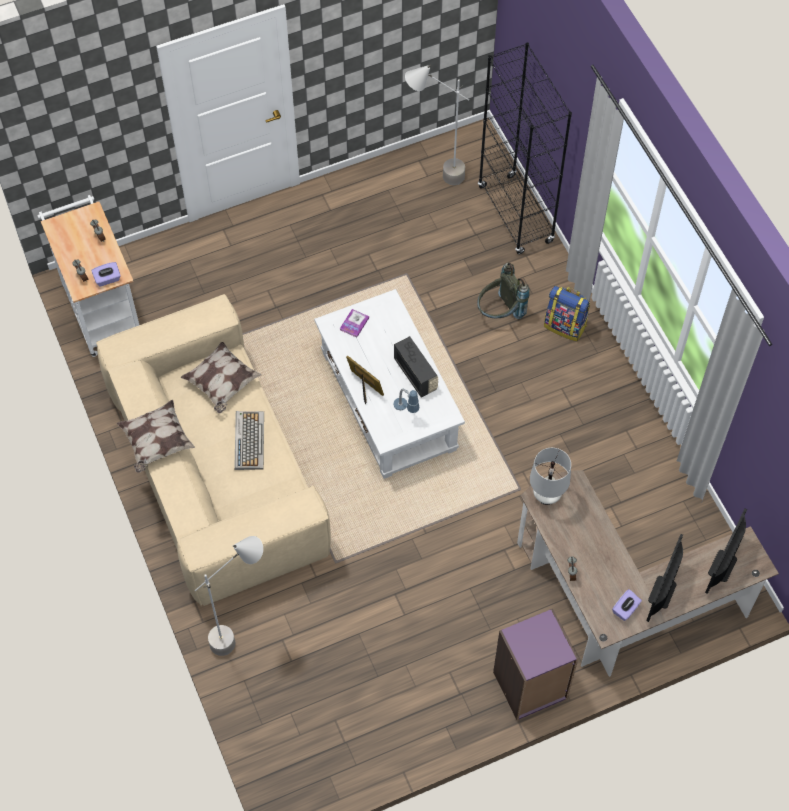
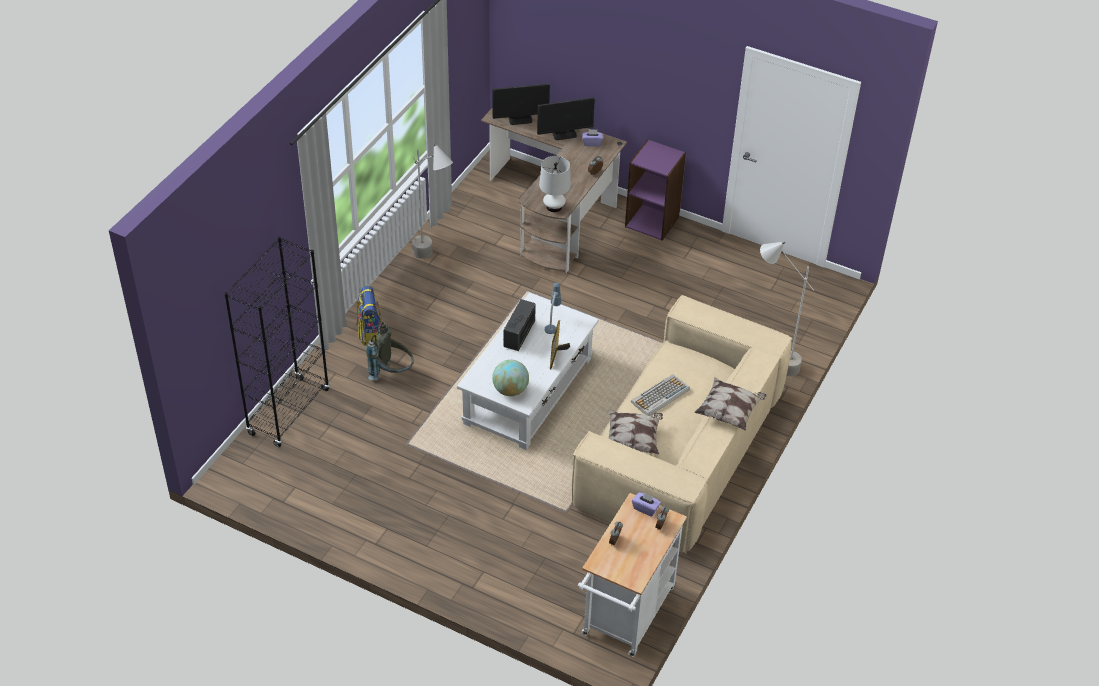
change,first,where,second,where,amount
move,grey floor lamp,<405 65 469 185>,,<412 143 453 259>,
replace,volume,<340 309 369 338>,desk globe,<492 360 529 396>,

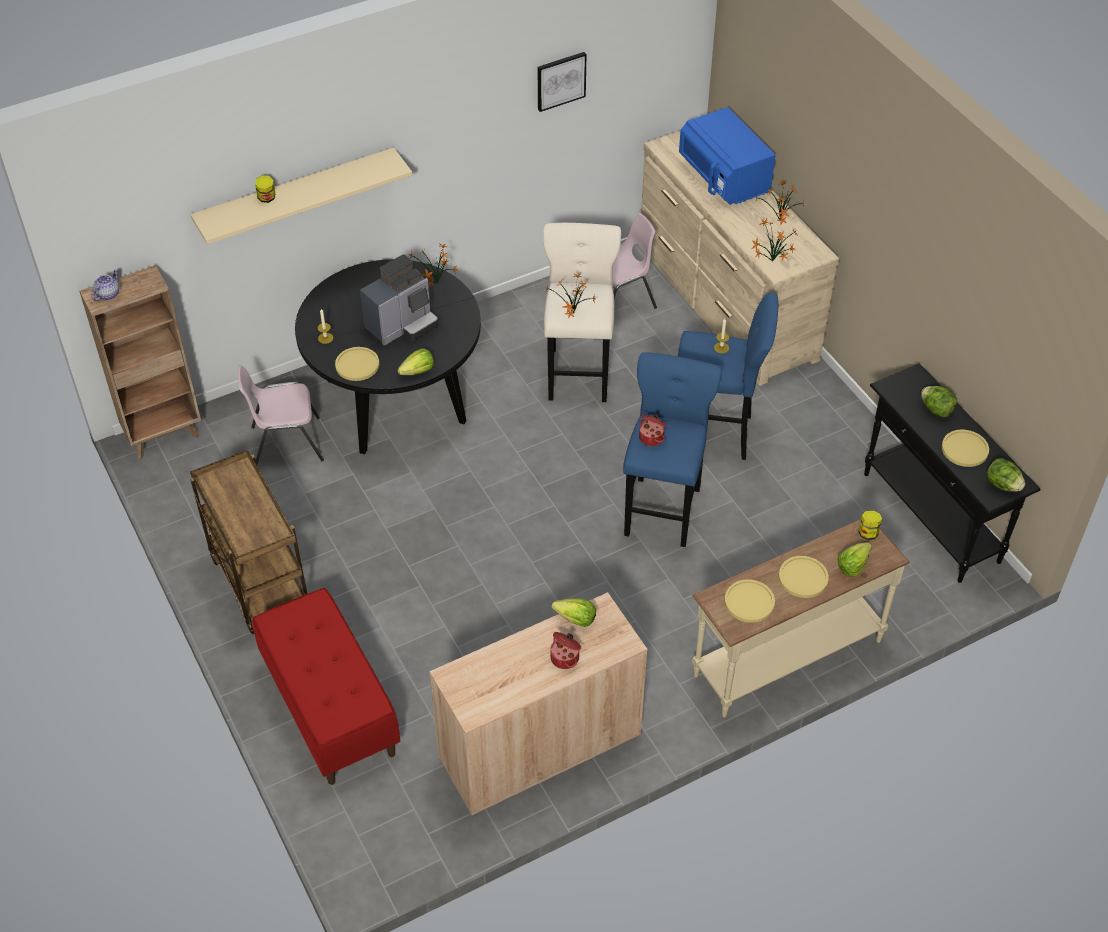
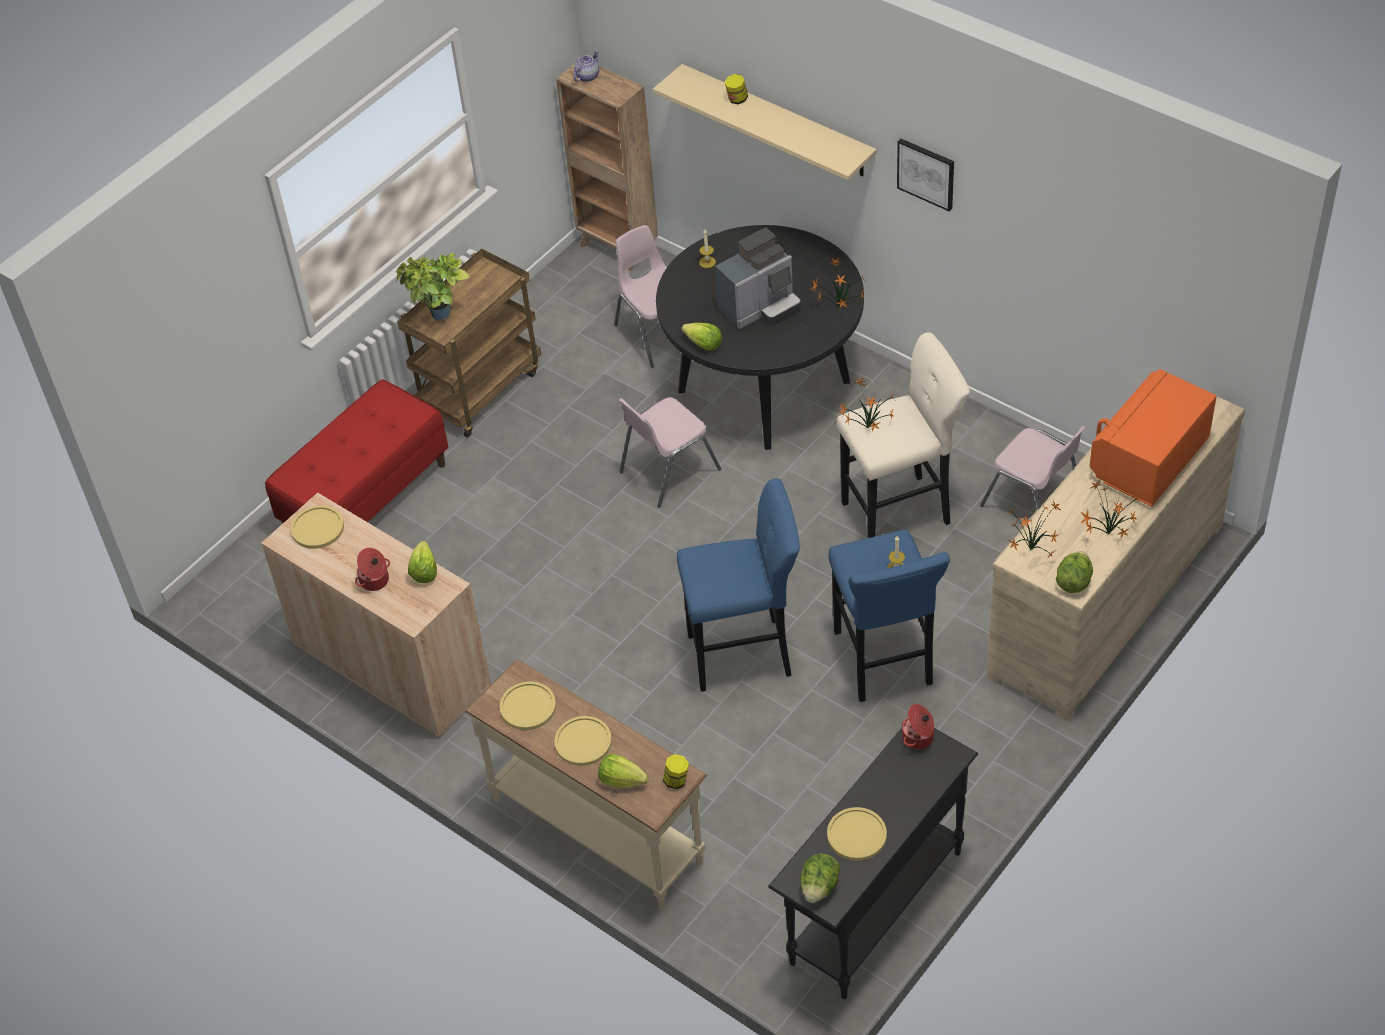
change,first,where,second,where,amount
insert,,,houseplant,<396 253 469 320>,
insert,,,pinkish chair,<619 397 721 508>,
move,yellow flat dish,<335 347 379 381>,,<291 505 344 549>,
move,wall art,<538 52 587 112>,,<897 138 954 211>,
move,cooking pot,<639 413 667 446>,,<902 704 934 749>,
move,head of lettuce,<921 386 957 418>,,<1056 551 1093 593>,
recolor,bluish microwave oven,<679 107 776 205>,orange-coloured microwave oven,<1090 369 1217 507>,
rotate,pot for tea,<92 269 119 301>,,<573 50 599 82>,60 degrees counterclockwise
rotate,coffee maker,<360 254 438 345>,,<715 227 801 329>,60 degrees counterclockwise

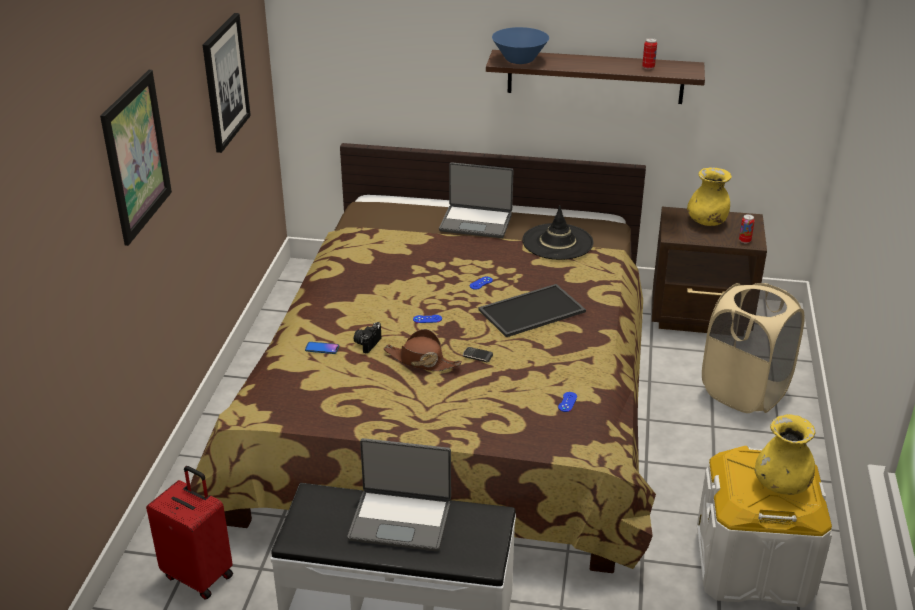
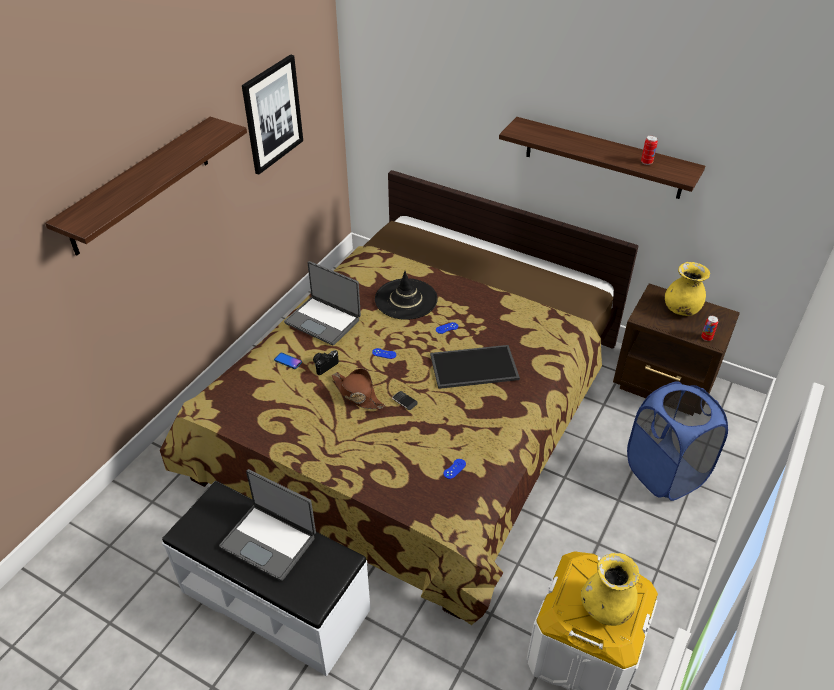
change,first,where,second,where,amount
delete,reddish travel case,<146 466 233 600>,,,
delete,bluish deep dish,<492 27 549 64>,,,
move,portable computer,<439 162 514 238>,,<284 261 361 346>,
move,black-coloured clothing hat,<522 206 594 260>,,<375 271 438 320>,
replace,wall art,<100 70 172 246>,bracket shelf,<45 117 247 256>,
recolor,beige-coloured washing basket,<702 283 804 413>,bluish washing basket,<627 381 728 501>,

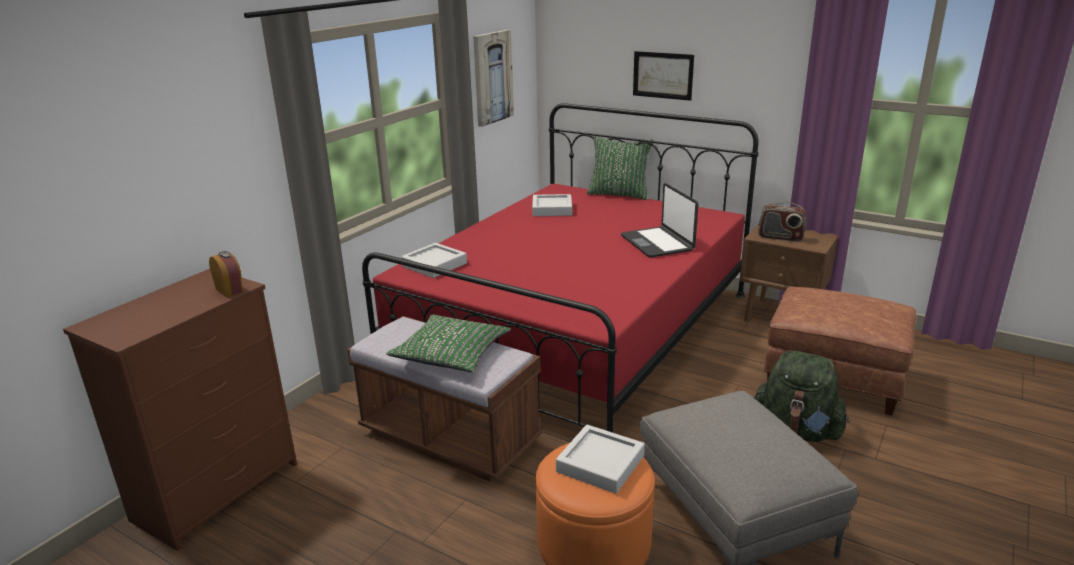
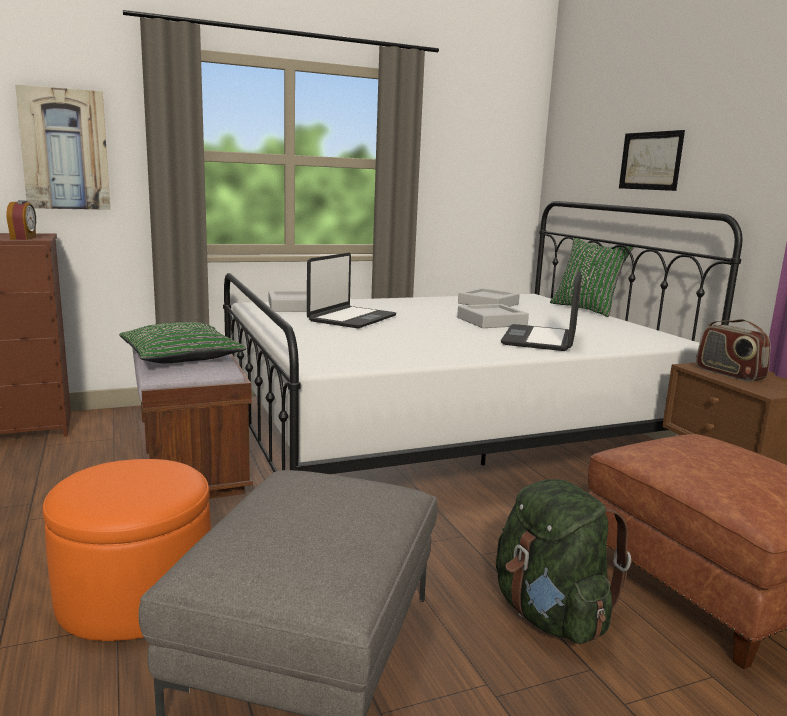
change,first,where,second,where,amount
insert,,,portable computer,<307 253 396 329>,
move,wall art,<473 30 514 127>,,<15 85 110 210>,
move,grey tray,<556 425 645 494>,,<457 304 529 328>,
recolor,reddish bed,<362 103 758 433>,white-coloured bed,<223 201 743 474>,

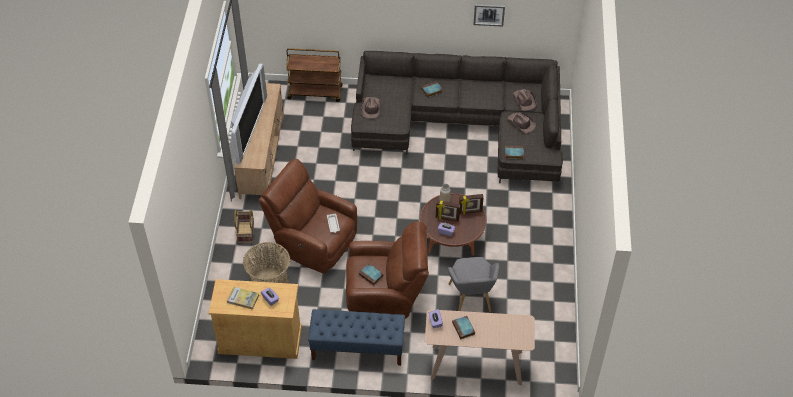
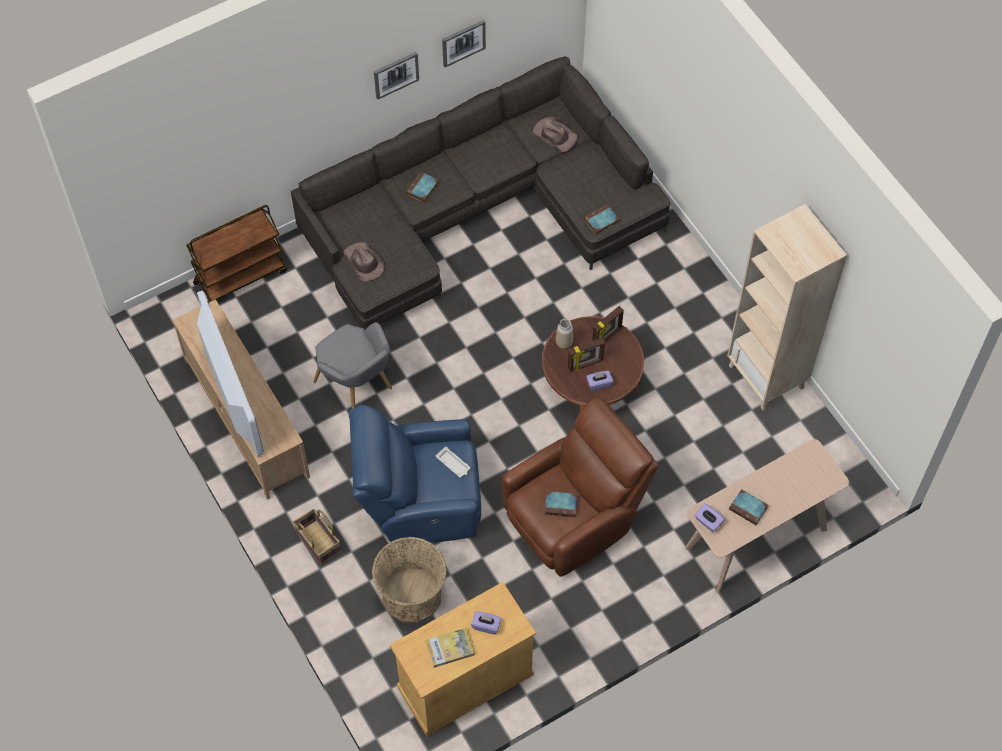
change,first,where,second,where,amount
delete,bluish long seat,<308 309 405 366>,,,
delete,brown clothing hat,<507 112 536 134>,,,
insert,,,wall art,<374 52 419 99>,
insert,,,beige-coloured bookcase,<727 204 847 411>,
move,grey lounge chair,<448 257 500 313>,,<314 322 392 409>,
recolor,brown lounge chair,<259 159 357 274>,bluish lounge chair,<349 404 481 544>,

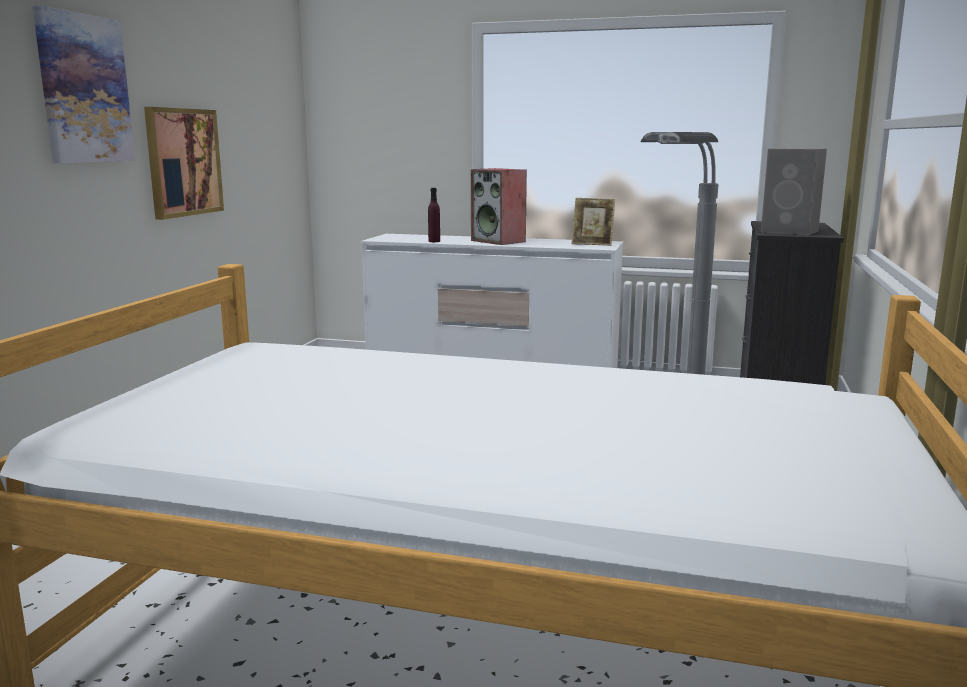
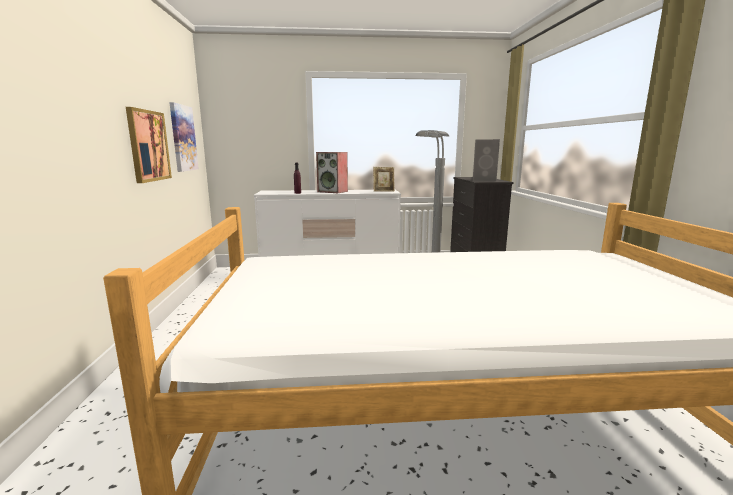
change,first,where,second,where,amount
move,wall art,<32 5 135 164>,,<169 102 199 172>,

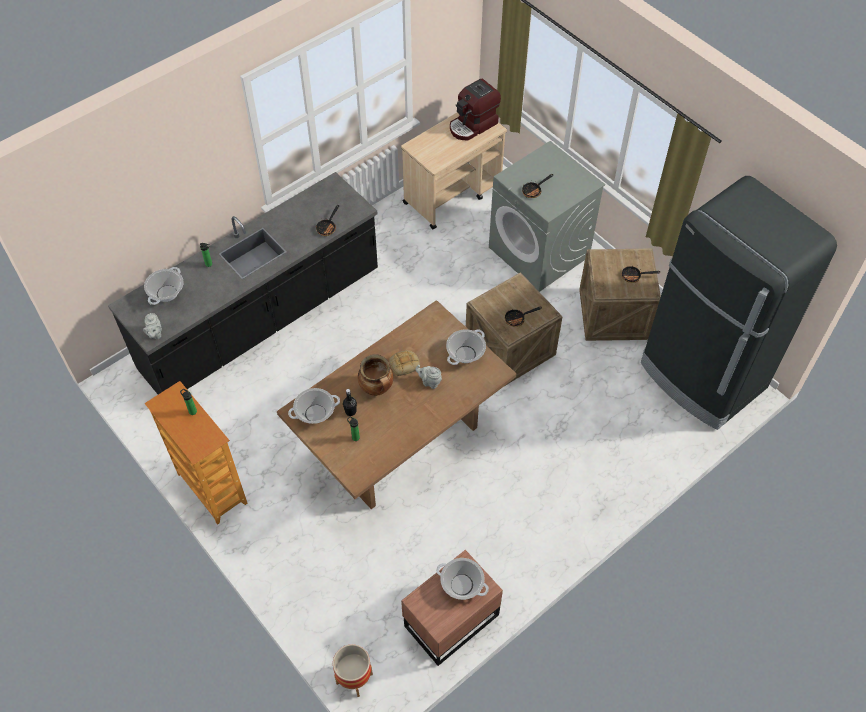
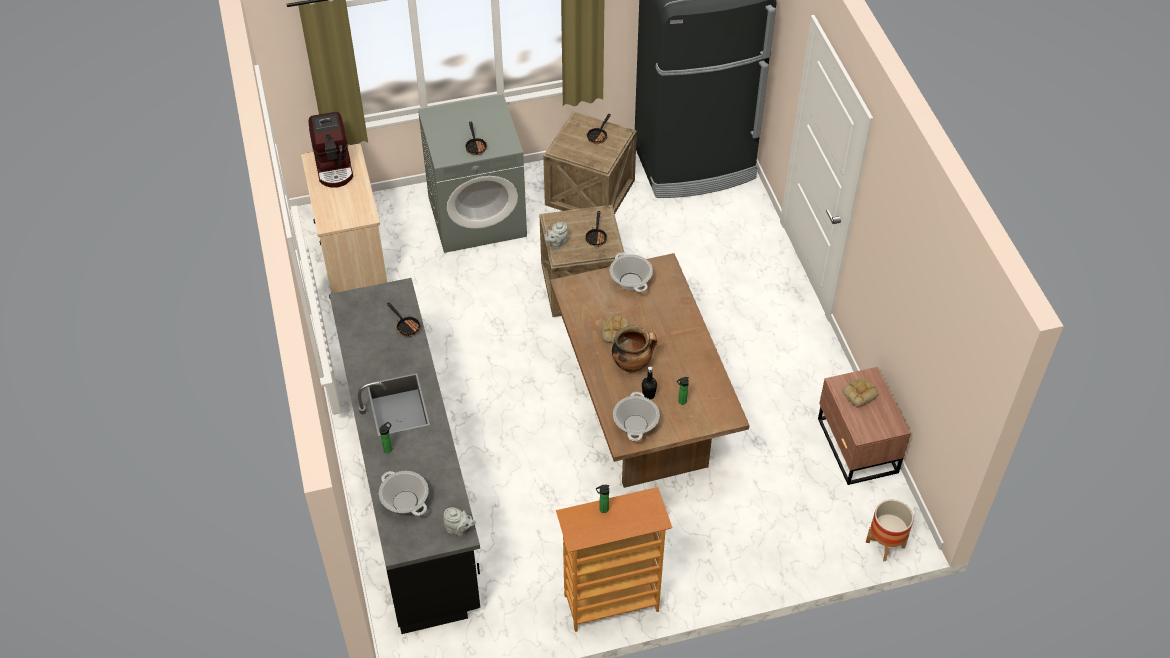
change,first,where,second,where,amount
move,grey pot for tea,<416 365 442 389>,,<545 222 568 249>,
replace,cooking pot,<436 558 489 600>,baked bread,<843 379 878 408>,

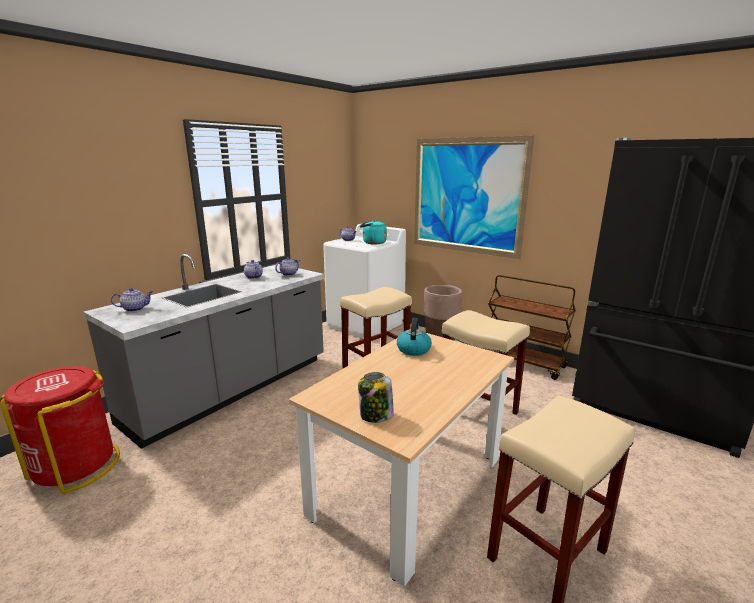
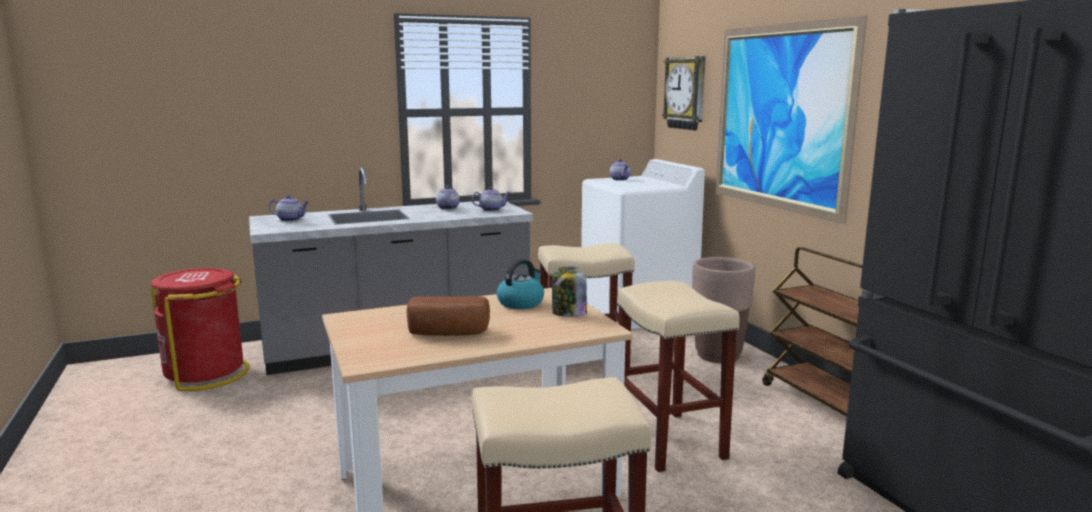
change,first,where,second,where,amount
delete,turquoise-coloured water kettle,<360 220 387 244>,,,
insert,,,baked bread,<407 296 490 336>,
insert,,,hanging clock,<662 56 706 130>,
move,jar,<358 372 394 423>,,<552 267 587 317>,

